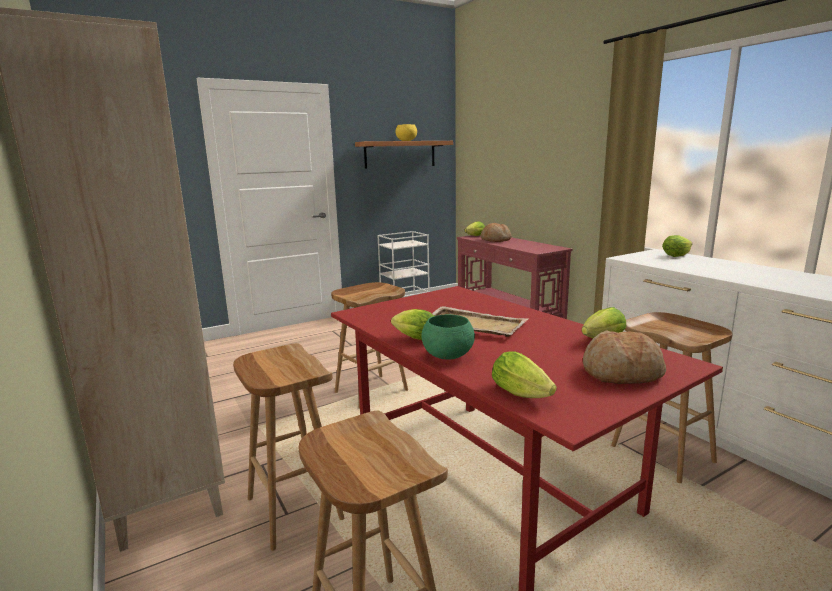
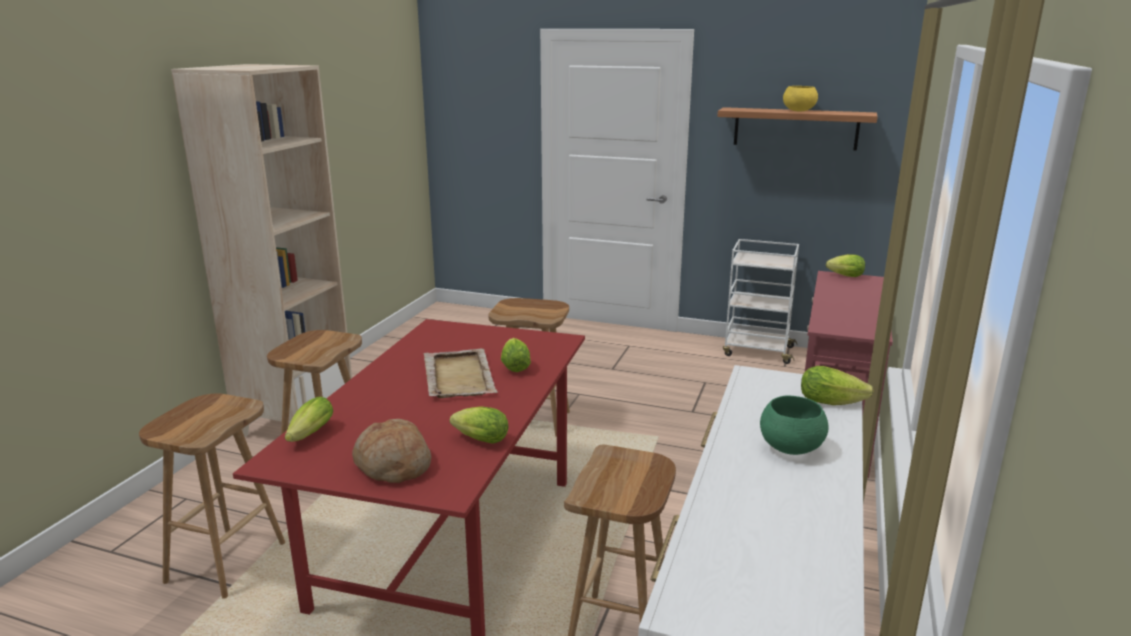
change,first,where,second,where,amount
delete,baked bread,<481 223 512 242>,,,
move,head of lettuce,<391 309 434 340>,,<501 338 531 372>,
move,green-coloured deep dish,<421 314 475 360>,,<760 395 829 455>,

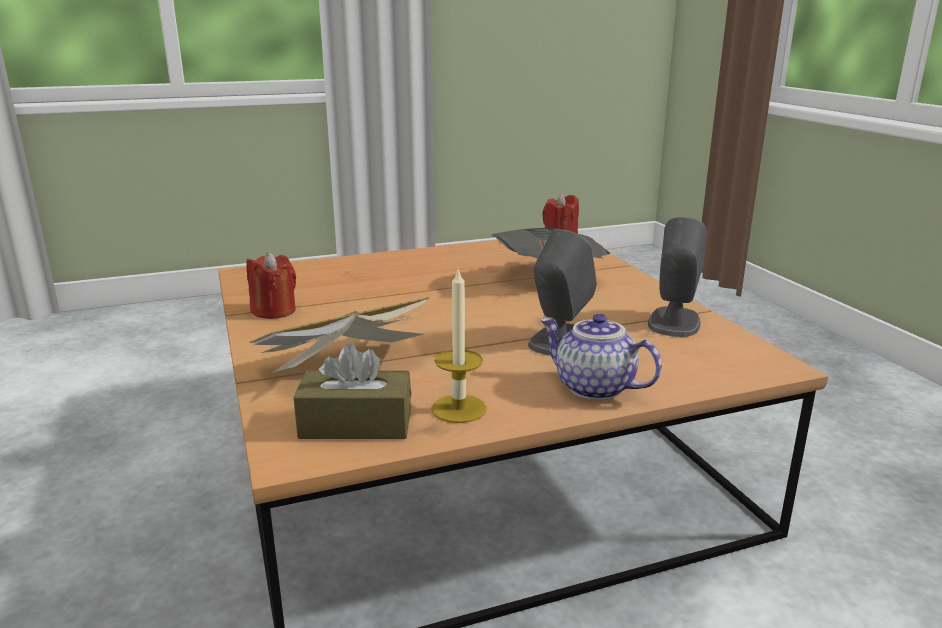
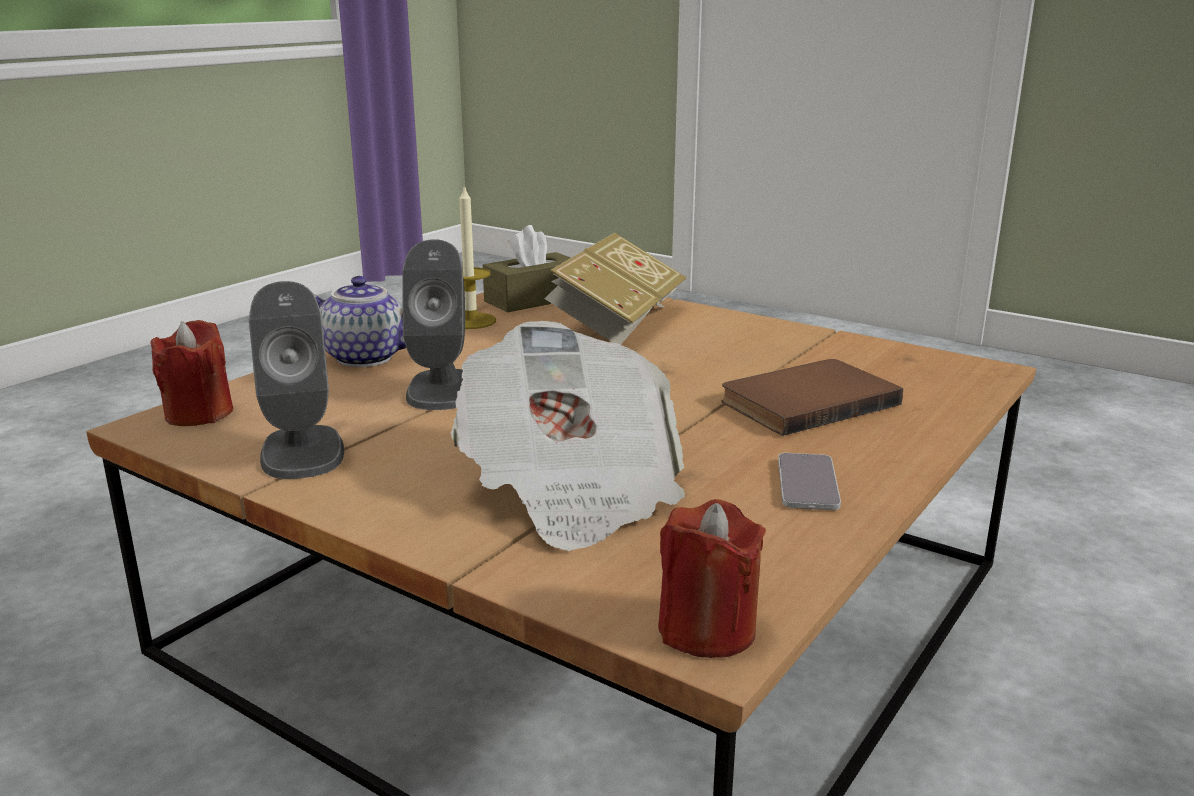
change,first,where,second,where,amount
insert,,,brown volume,<721 359 903 436>,
insert,,,phone,<778 453 841 510>,
move,reddish candle,<246 252 296 319>,,<150 320 233 426>,

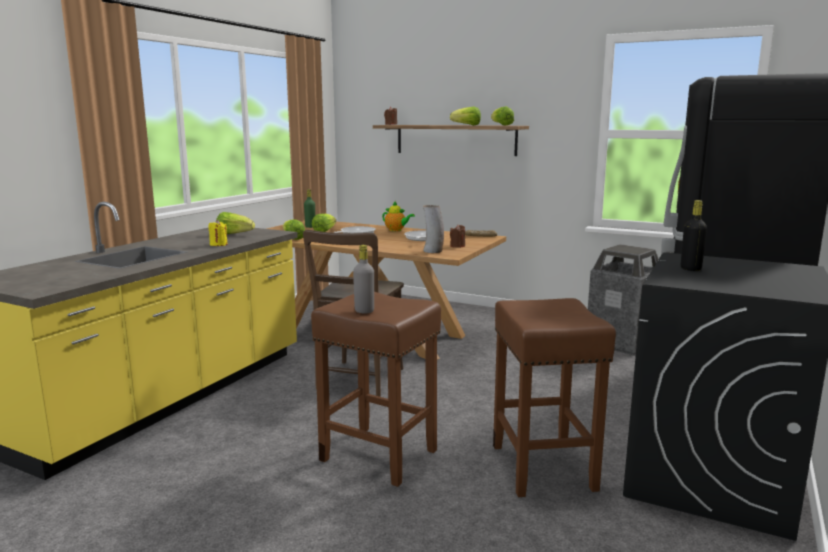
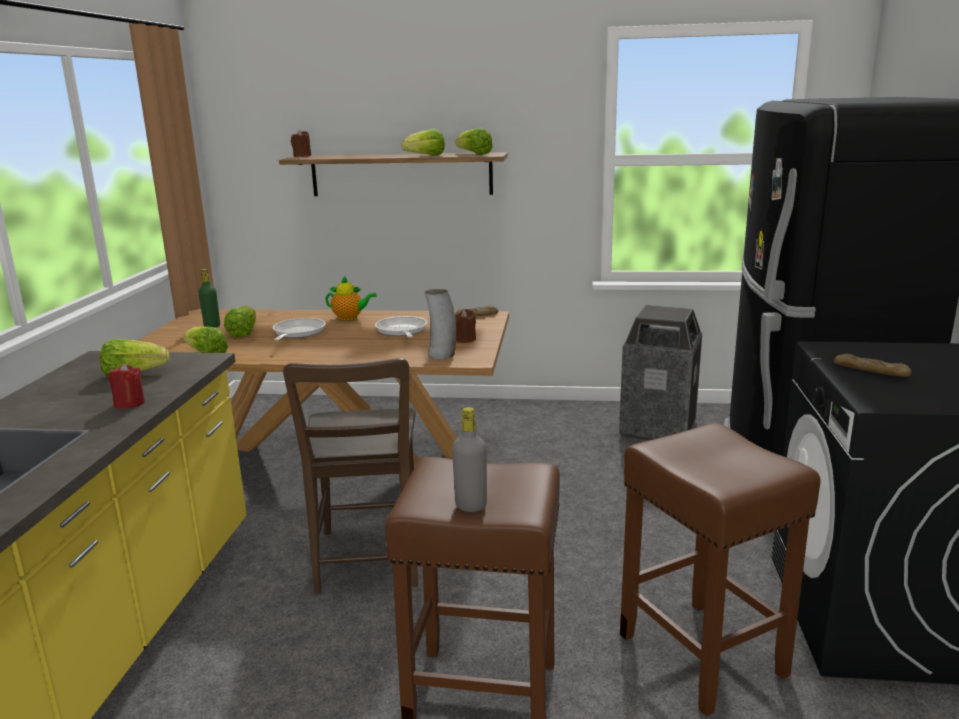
change,first,where,second,where,amount
replace,black-coloured beverage bottle,<681 200 707 271>,baked bread,<834 354 912 377>,
recolor,yellow candle,<208 220 228 246>,reddish candle,<108 364 145 409>,

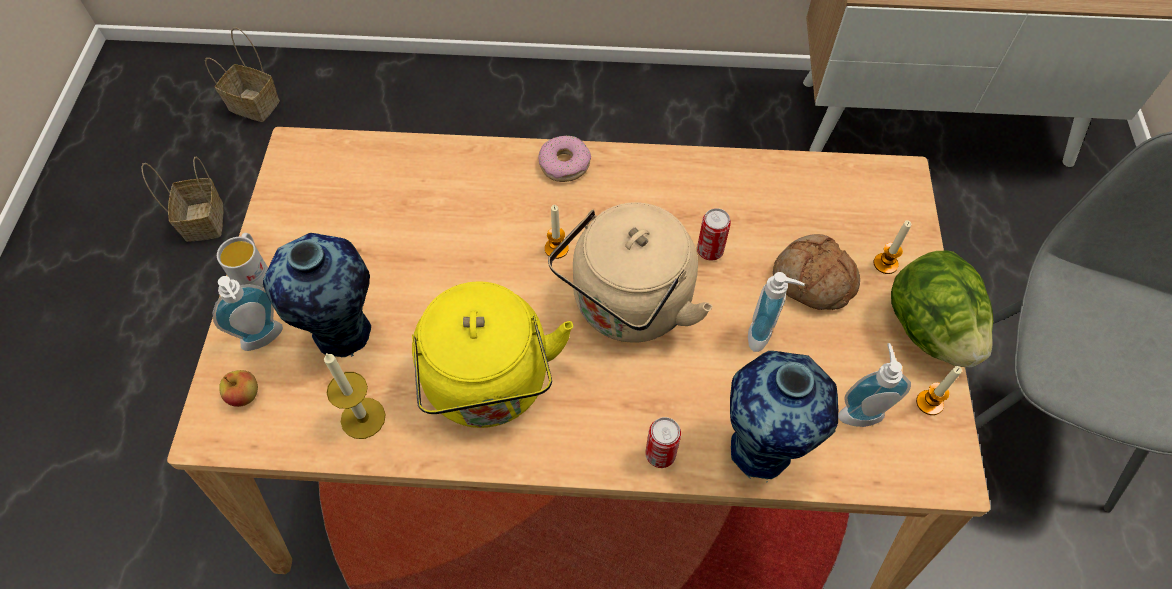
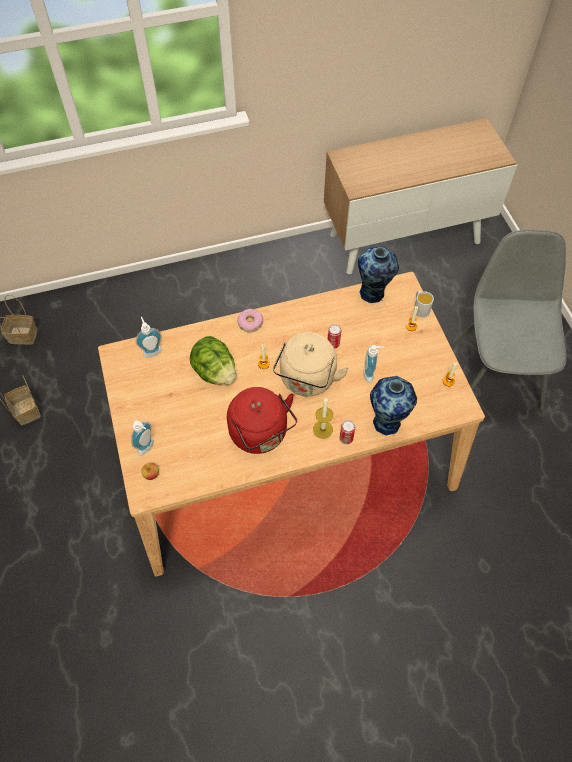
change,first,where,second,where,amount
delete,baked bread,<773 234 860 310>,,,
move,white-coloured mug,<217 233 268 288>,,<414 291 434 317>,
move,decorative vase,<263 233 371 358>,,<358 246 399 303>,
move,candle,<324 353 386 439>,,<313 398 333 439>,
move,liquid soap bottle,<838 343 911 427>,,<136 317 162 358>,
move,head of lettuce,<891 250 993 367>,,<190 336 236 385>,
recolor,yellow water kettle,<412 281 573 428>,reddish water kettle,<227 387 297 454>,

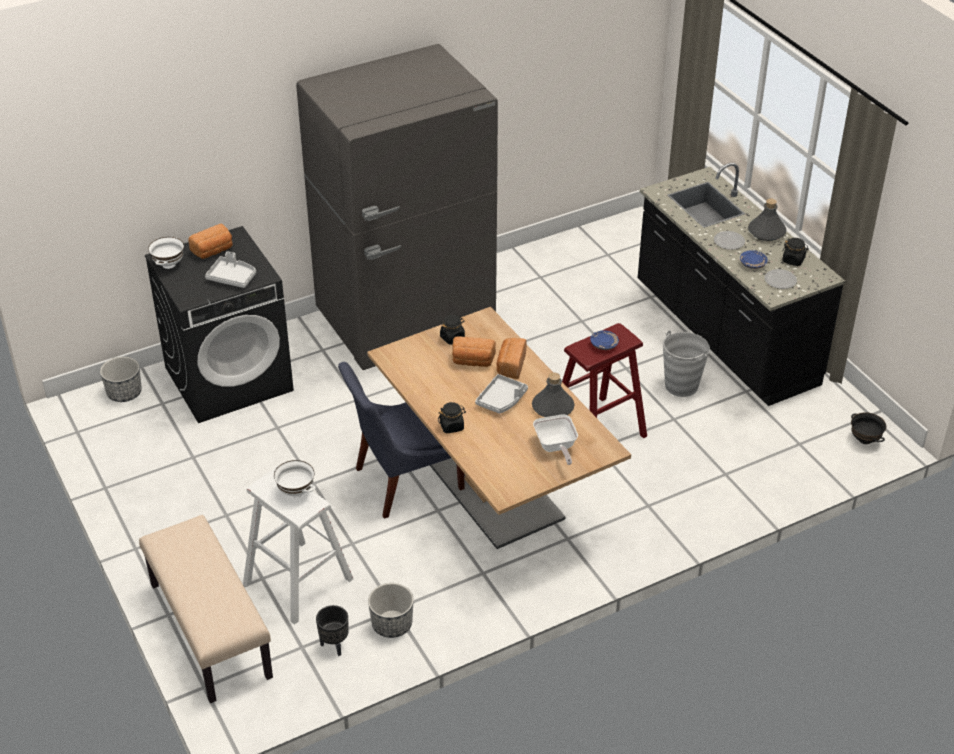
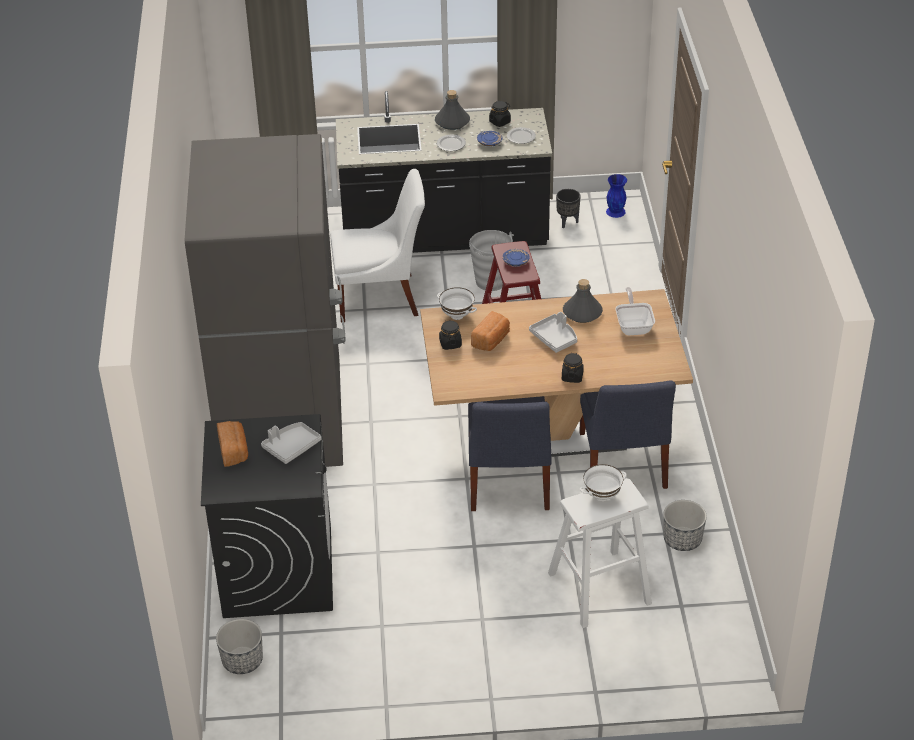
change,first,where,second,where,amount
delete,beige-coloured long seat,<139 515 273 703>,,,
delete,baked bread,<496 338 527 379>,,,
insert,,,white-coloured chair,<330 169 425 323>,
insert,,,bluish chair,<579 380 676 489>,
move,white-coloured deep dish,<148 237 184 269>,,<437 287 477 320>,
move,black-coloured plant pot,<316 605 349 656>,,<556 189 581 228>,
replace,black-coloured deep dish,<851 412 886 444>,bluish decorative vase,<606 174 627 218>,
rotate,pan,<533 414 578 465>,,<616 287 655 335>,105 degrees counterclockwise

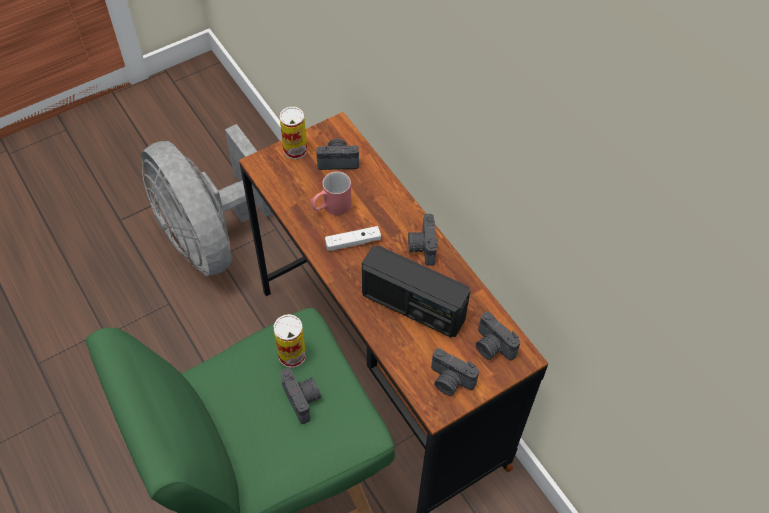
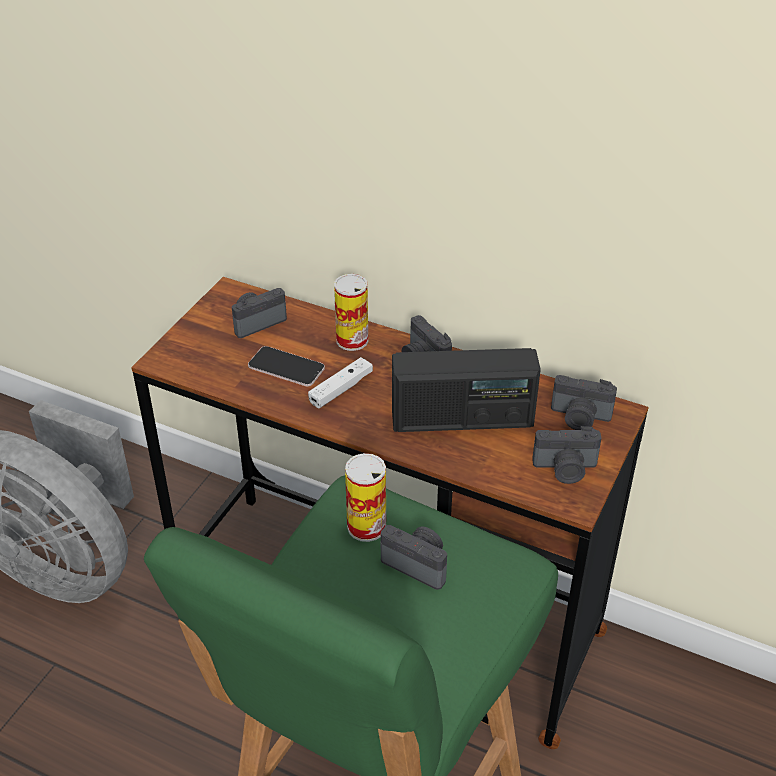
change,first,where,second,where,amount
move,sealed can,<279 107 307 159>,,<334 274 368 351>,
replace,reddish mug,<310 171 352 215>,phone,<248 346 325 386>,

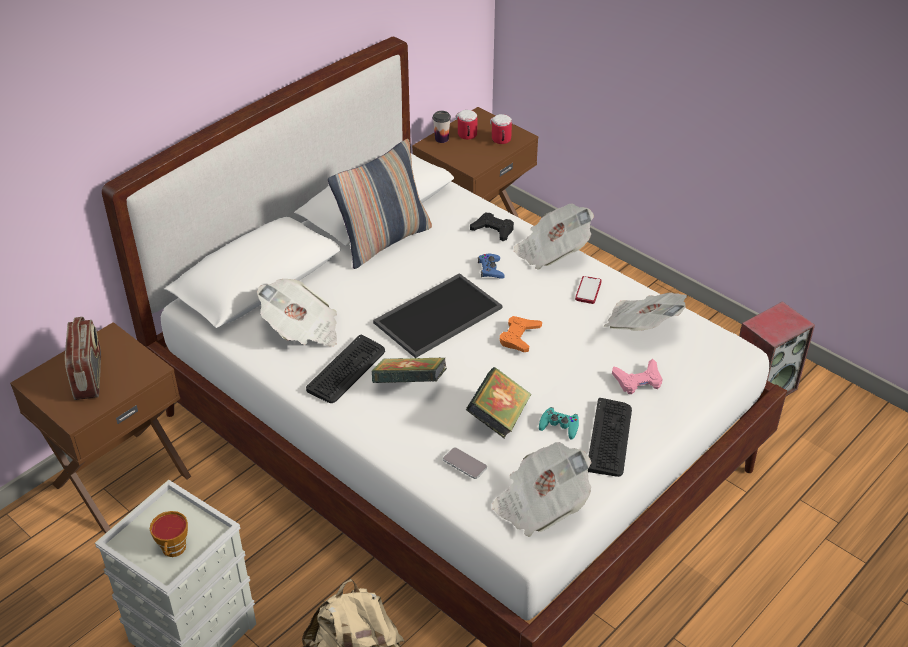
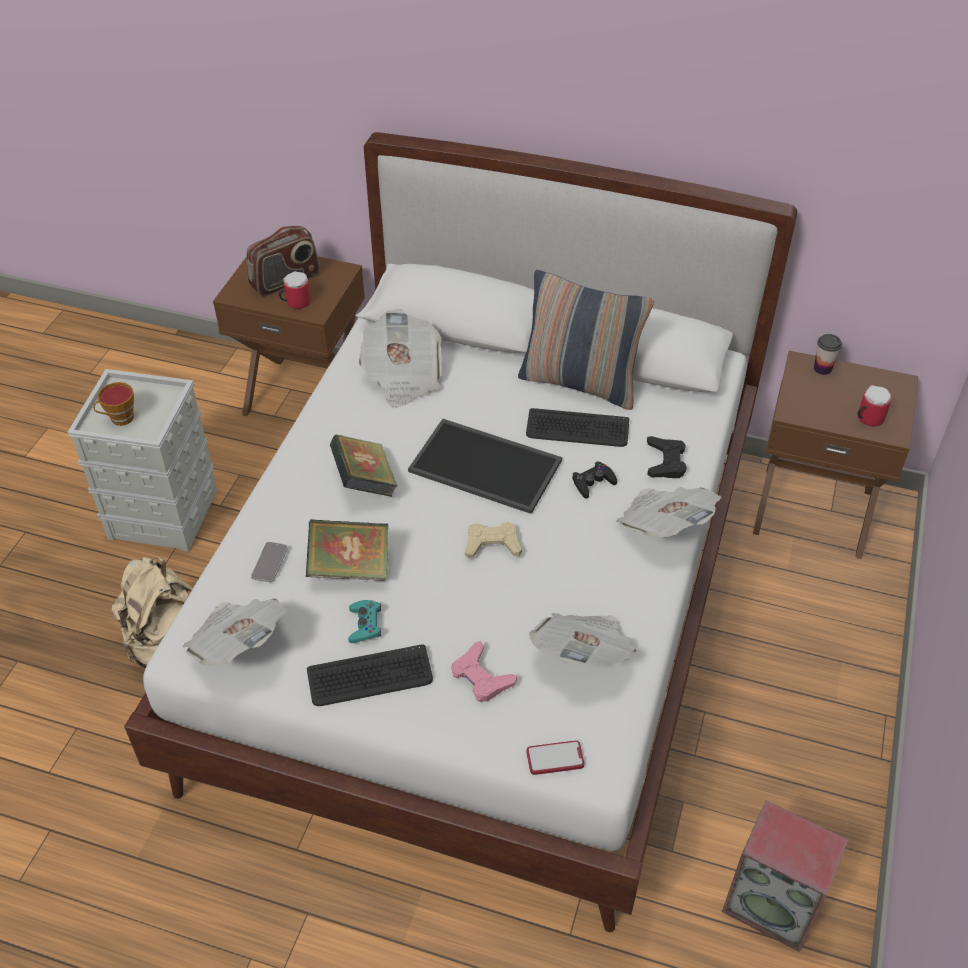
change,first,where,second,where,amount
move,keyboard,<306 335 385 403>,,<526 408 629 447>,
move,mug,<456 110 477 139>,,<279 271 311 309>,
move,phone,<575 276 602 304>,,<527 740 584 775>,
recolor,bluish game controller,<478 254 505 279>,black-coloured game controller,<572 461 617 499>,
recolor,orange-coloured game controller,<500 316 542 352>,beige-coloured game controller,<465 522 522 559>,

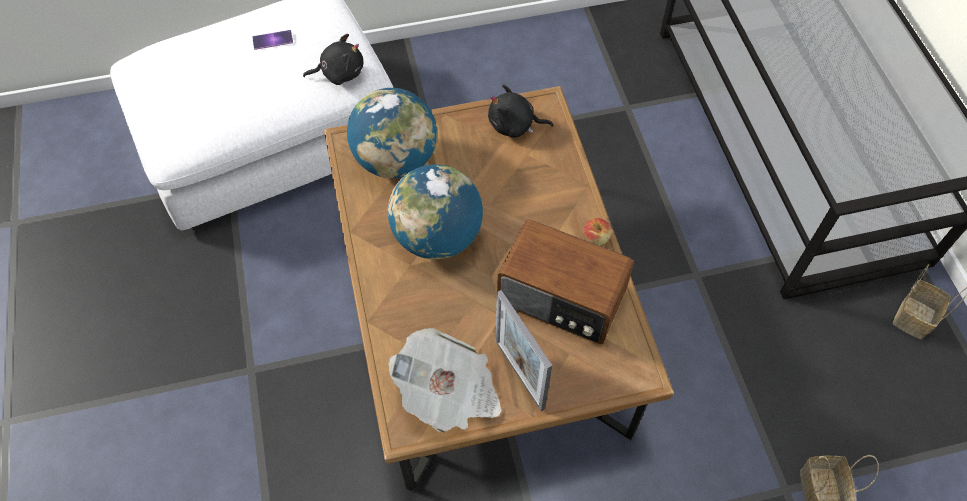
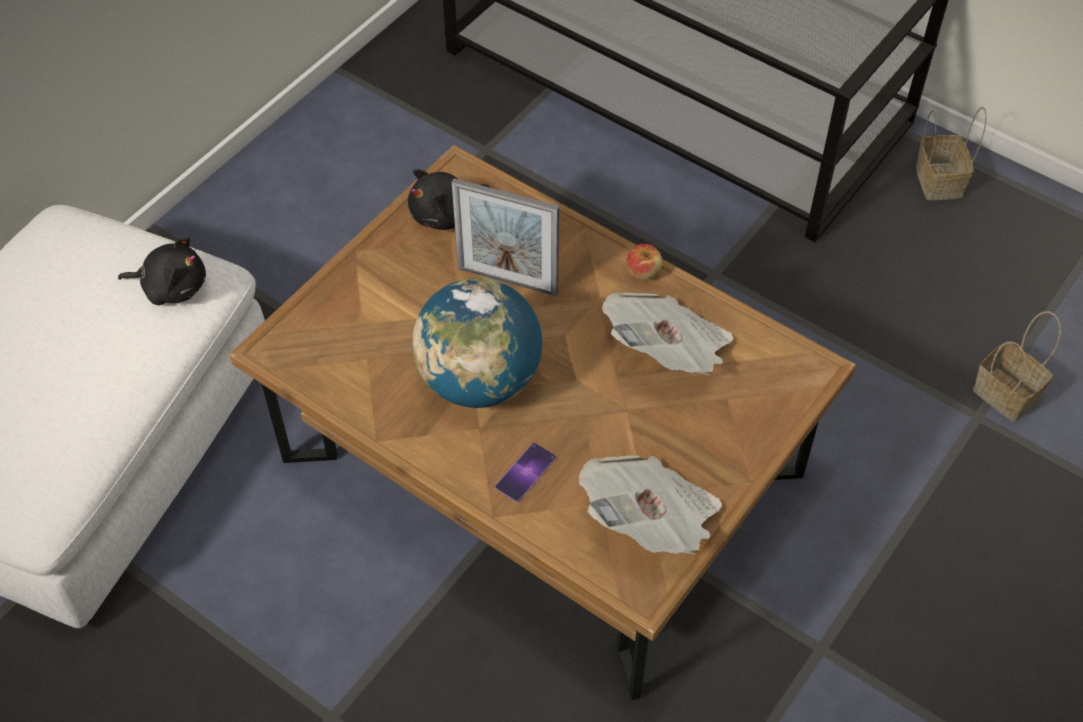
change,first,where,second,where,amount
delete,desk globe,<347 88 437 178>,,,
move,phone,<252 30 293 50>,,<495 442 556 502>,
move,photo frame,<495 290 552 411>,,<451 178 559 296>,
replace,radio receiver,<497 219 634 344>,printed paper,<602 293 734 375>,
rotate,black-coloured plush toy,<303 34 363 85>,,<118 237 206 305>,60 degrees clockwise

